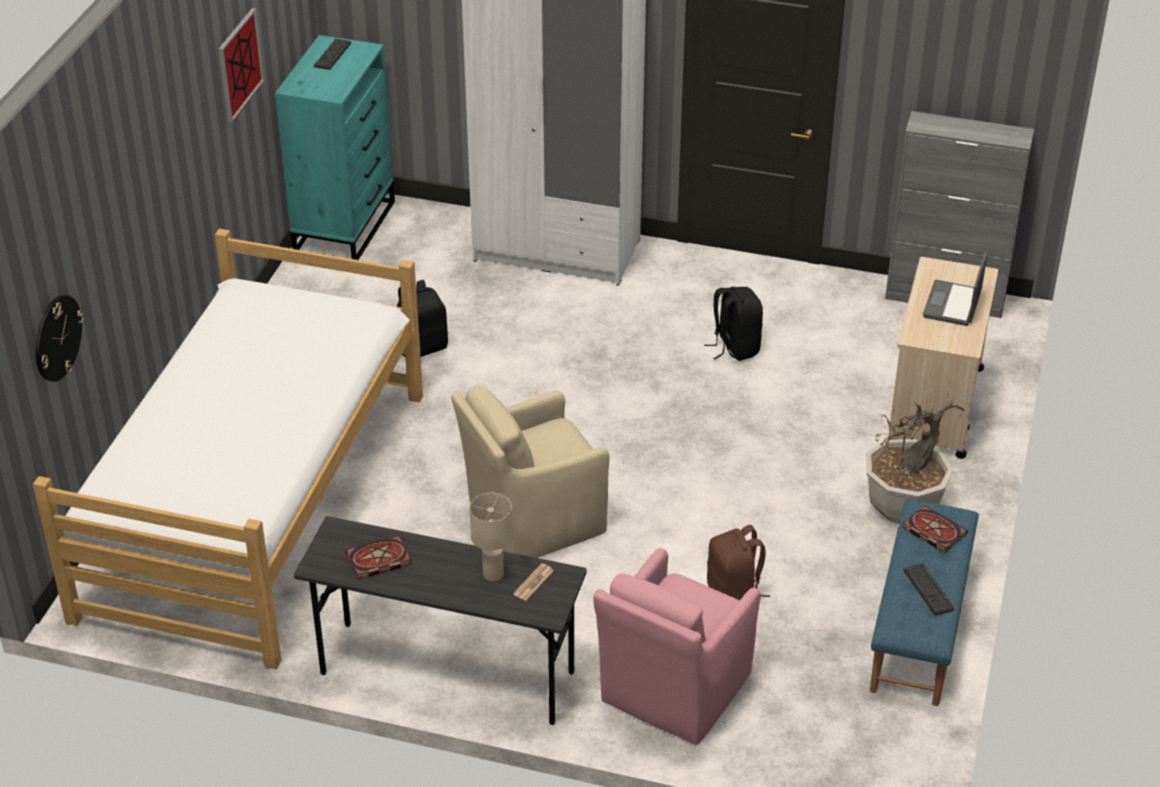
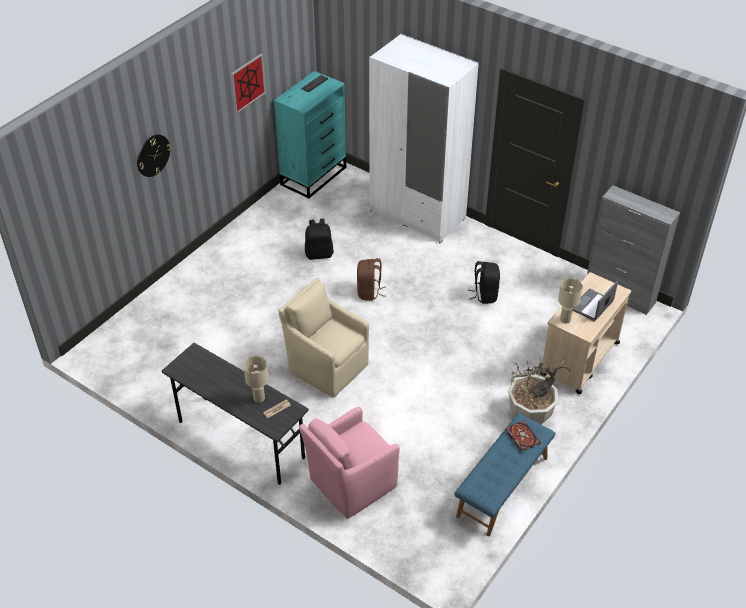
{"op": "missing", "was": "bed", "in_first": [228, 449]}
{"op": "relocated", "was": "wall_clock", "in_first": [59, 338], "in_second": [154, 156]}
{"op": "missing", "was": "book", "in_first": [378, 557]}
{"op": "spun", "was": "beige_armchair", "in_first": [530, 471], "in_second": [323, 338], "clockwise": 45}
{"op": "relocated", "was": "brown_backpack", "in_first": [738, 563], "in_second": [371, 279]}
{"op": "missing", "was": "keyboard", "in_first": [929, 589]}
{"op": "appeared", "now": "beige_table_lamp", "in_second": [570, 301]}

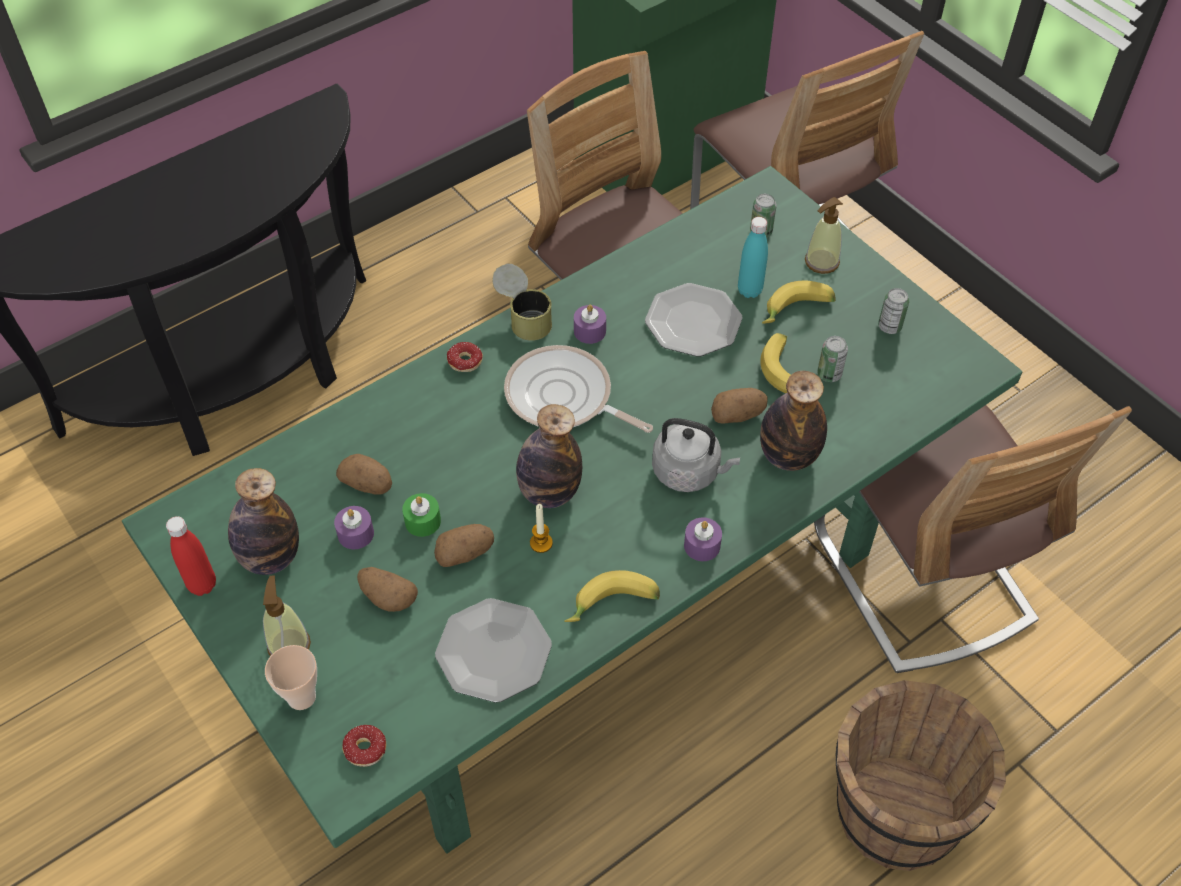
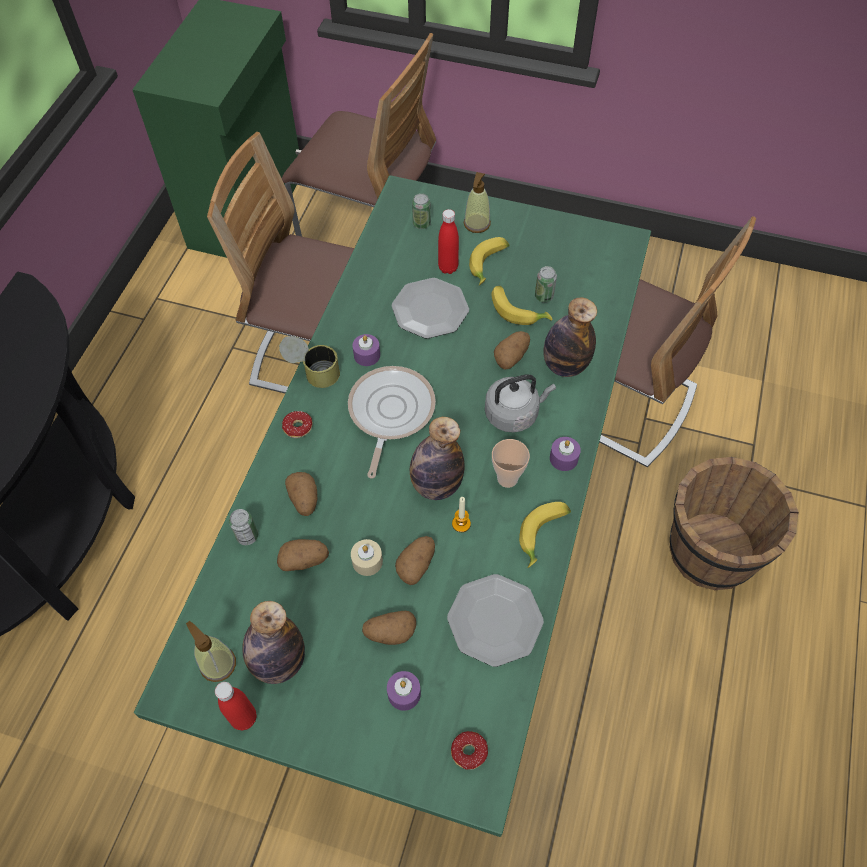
{"op": "relocated", "was": "soap_dispenser", "in_first": [287, 615], "in_second": [211, 651]}
{"op": "relocated", "was": "cup", "in_first": [291, 677], "in_second": [511, 463]}
{"op": "relocated", "was": "purple_candle", "in_first": [354, 527], "in_second": [404, 691]}
{"op": "colour", "was": "green_candle", "now": "beige_candle", "in_first": [421, 515], "in_second": [367, 557]}
{"op": "spun", "was": "frying_pan", "in_first": [578, 389], "in_second": [392, 422], "clockwise": 105}
{"op": "colour", "was": "turquoise_bottle", "now": "red_bottle", "in_first": [753, 257], "in_second": [448, 241]}
{"op": "relocated", "was": "can", "in_first": [893, 311], "in_second": [243, 527]}
{"op": "appeared", "now": "potato", "in_second": [301, 494]}

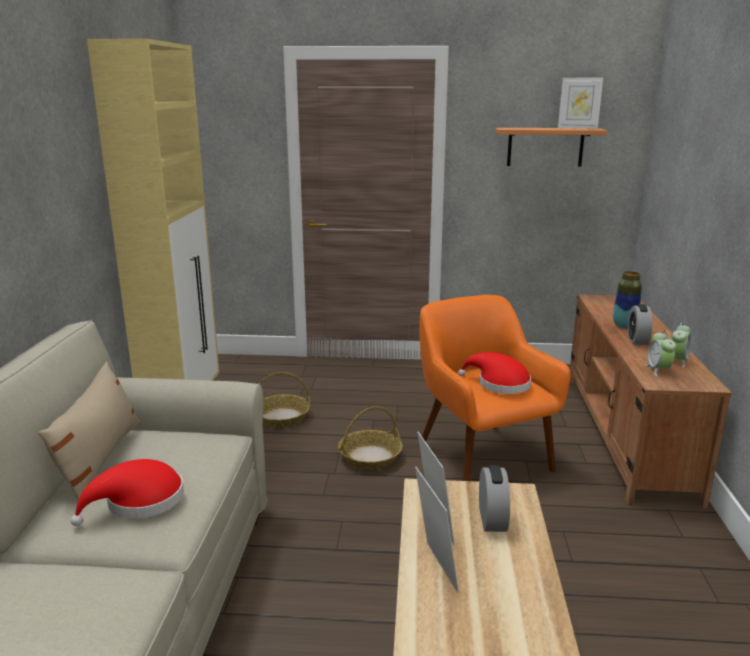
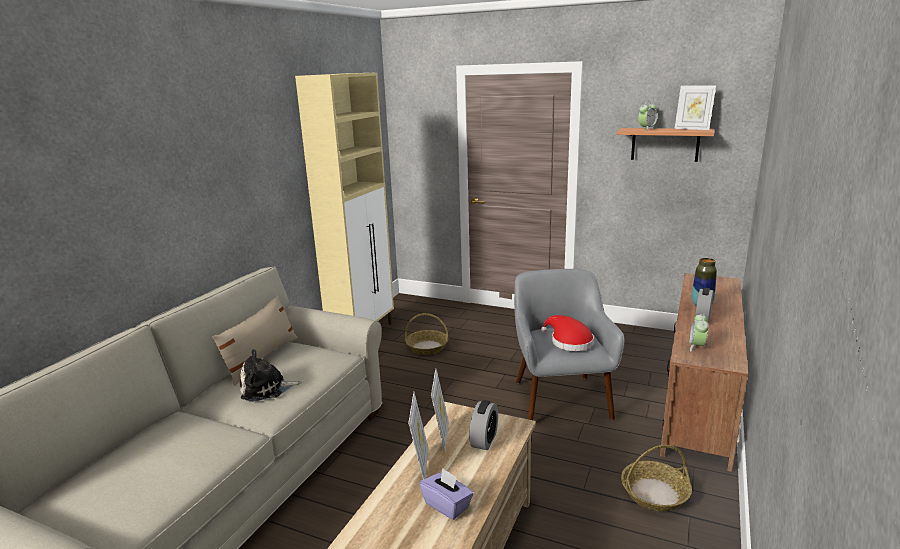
{"op": "exchanged", "was": "red_hat", "now": "plush_toy", "in_first": [127, 492], "in_second": [270, 375]}
{"op": "relocated", "was": "basket", "in_first": [370, 438], "in_second": [656, 478]}
{"op": "colour", "was": "orange_armchair", "now": "grey_armchair", "in_first": [495, 388], "in_second": [569, 344]}
{"op": "relocated", "was": "alarm_clock", "in_first": [681, 345], "in_second": [647, 115]}
{"op": "appeared", "now": "purple_tissue_box", "in_second": [446, 494]}

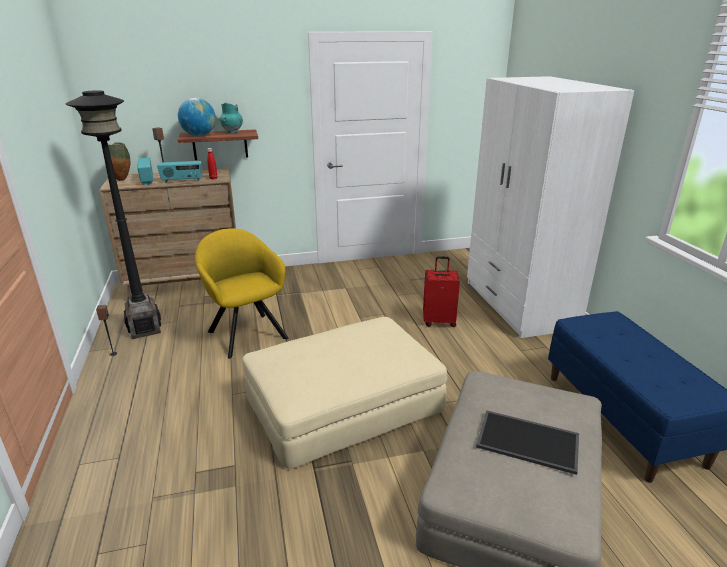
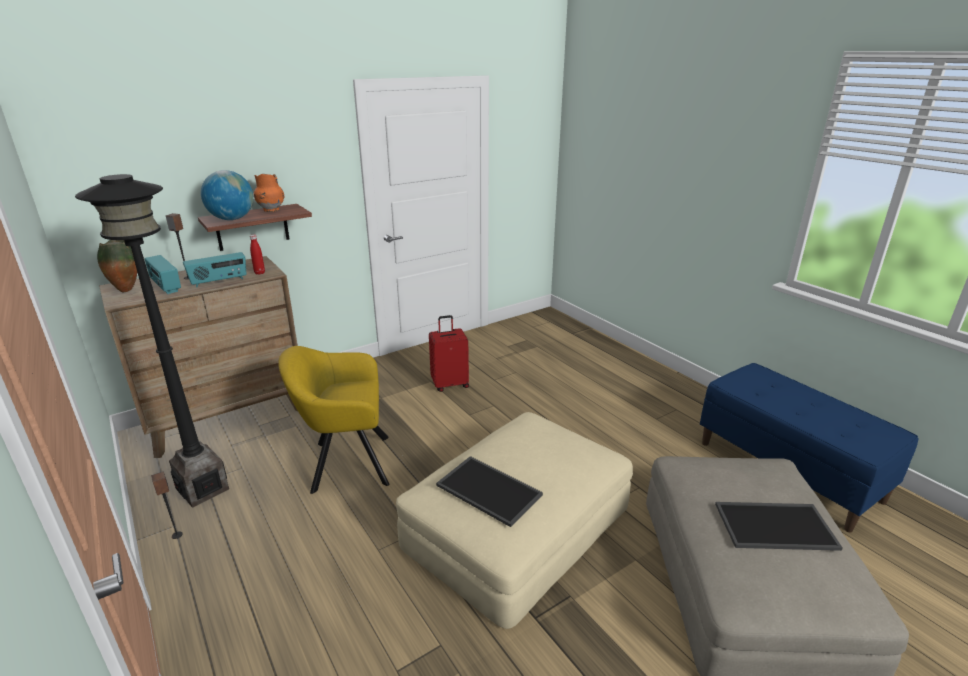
{"op": "spun", "was": "yellow_armchair", "in_first": [242, 294], "in_second": [333, 420], "clockwise": -45}
{"op": "colour", "was": "turquoise_vase", "now": "orange_vase", "in_first": [231, 118], "in_second": [269, 193]}
{"op": "relocated", "was": "red_suitcase", "in_first": [441, 291], "in_second": [449, 353]}
{"op": "missing", "was": "white_wardrobe", "in_first": [550, 207]}
{"op": "appeared", "now": "tray", "in_second": [489, 491]}

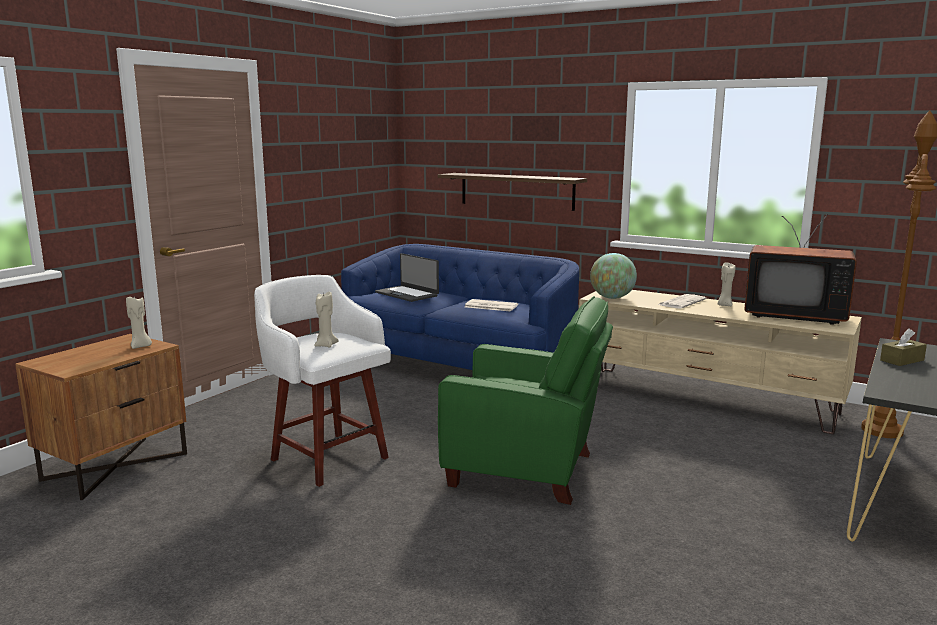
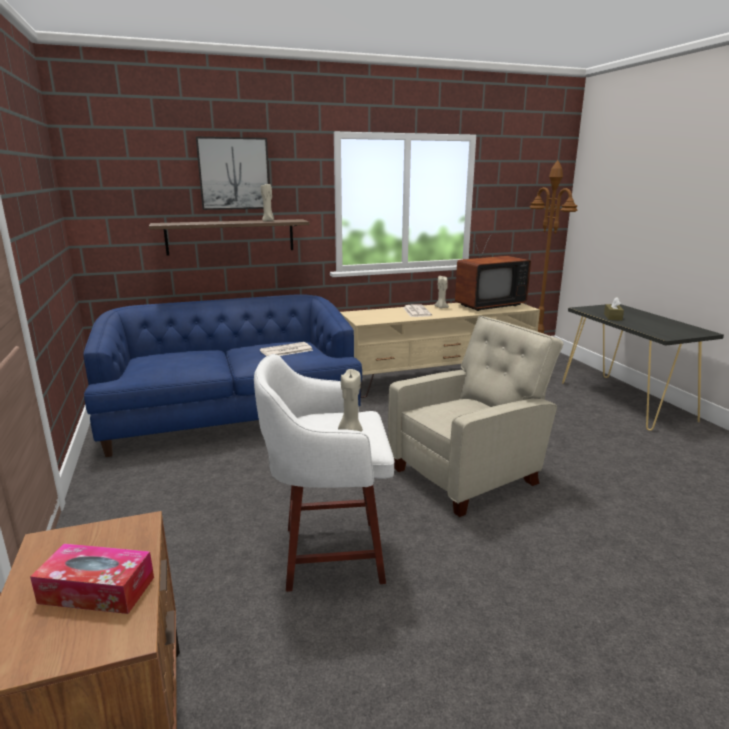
{"op": "relocated", "was": "beige_candle", "in_first": [139, 322], "in_second": [267, 202]}
{"op": "missing", "was": "laptop", "in_first": [407, 277]}
{"op": "colour", "was": "green_armchair", "now": "beige_armchair", "in_first": [525, 400], "in_second": [475, 416]}
{"op": "missing", "was": "globe", "in_first": [613, 276]}
{"op": "appeared", "now": "tissue_box", "in_second": [92, 578]}
{"op": "appeared", "now": "picture", "in_second": [232, 173]}

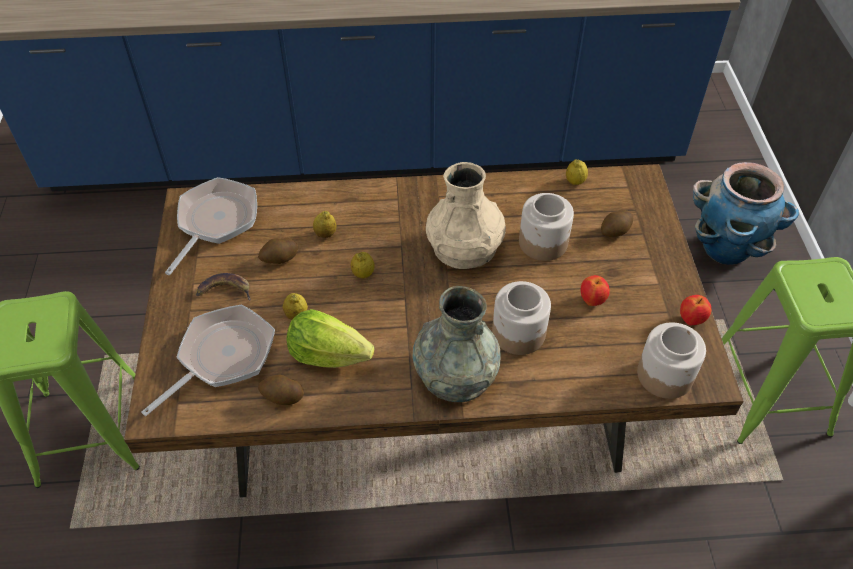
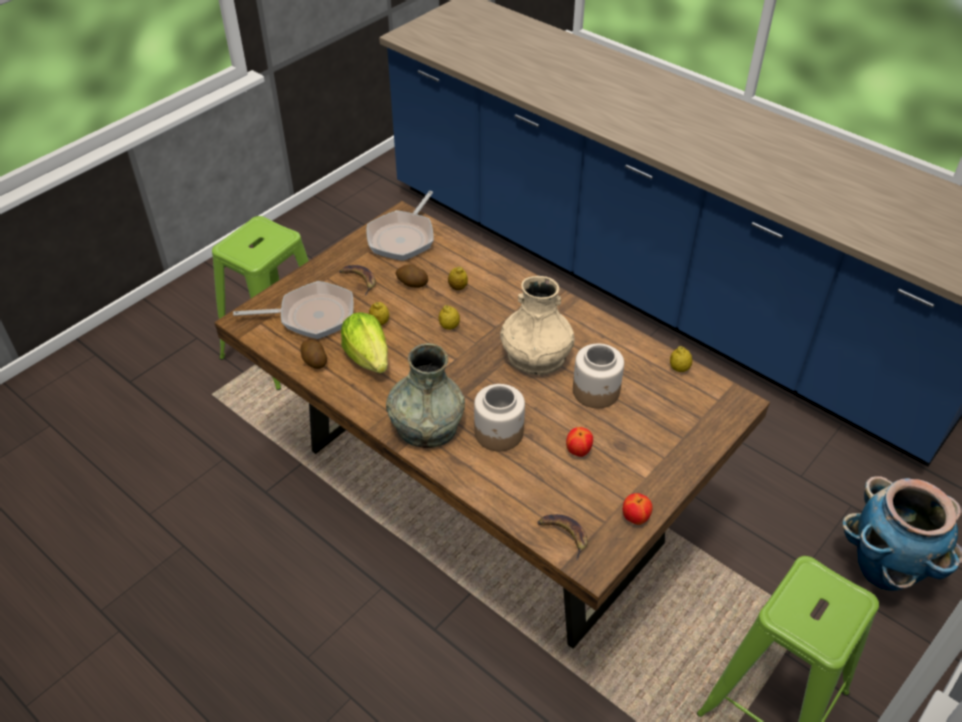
{"op": "spun", "was": "frying_pan", "in_first": [211, 226], "in_second": [400, 226], "clockwise": 135}
{"op": "missing", "was": "potato", "in_first": [617, 223]}
{"op": "exchanged", "was": "jar", "now": "banana", "in_first": [671, 360], "in_second": [562, 537]}

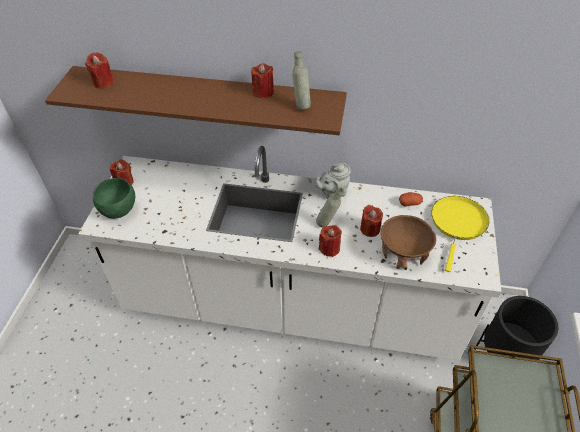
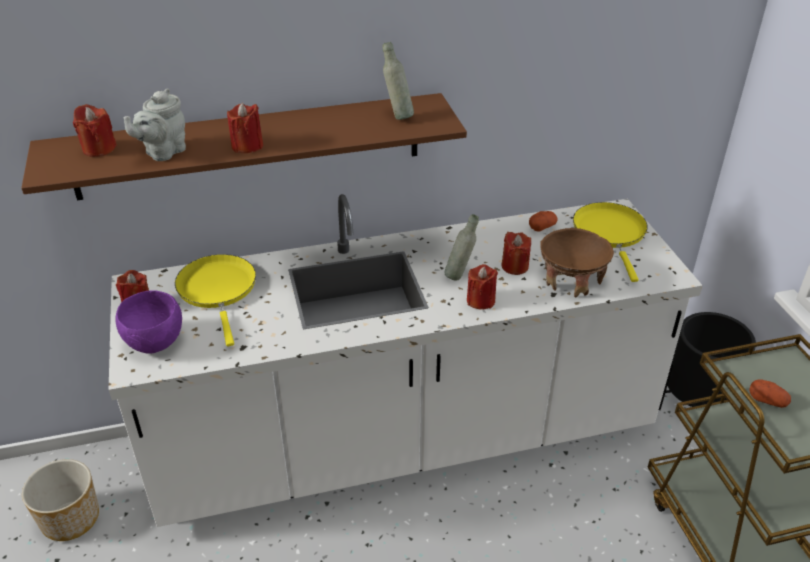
{"op": "colour", "was": "green_bowl", "now": "purple_bowl", "in_first": [114, 198], "in_second": [148, 322]}
{"op": "relocated", "was": "red_candle", "in_first": [262, 80], "in_second": [245, 128]}
{"op": "relocated", "was": "grey_teapot", "in_first": [333, 181], "in_second": [155, 124]}
{"op": "appeared", "now": "planter", "in_second": [60, 500]}
{"op": "appeared", "now": "yellow_frying_pan", "in_second": [215, 300]}
{"op": "appeared", "now": "potato", "in_second": [770, 393]}

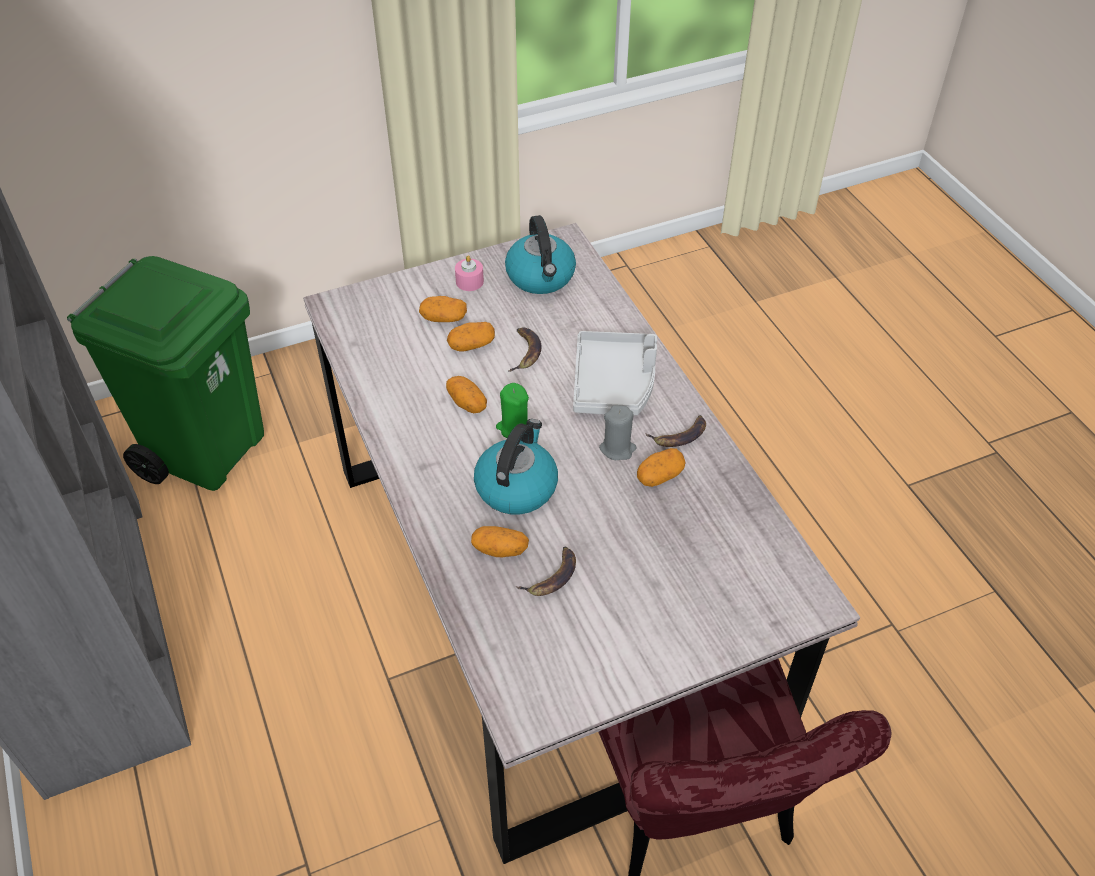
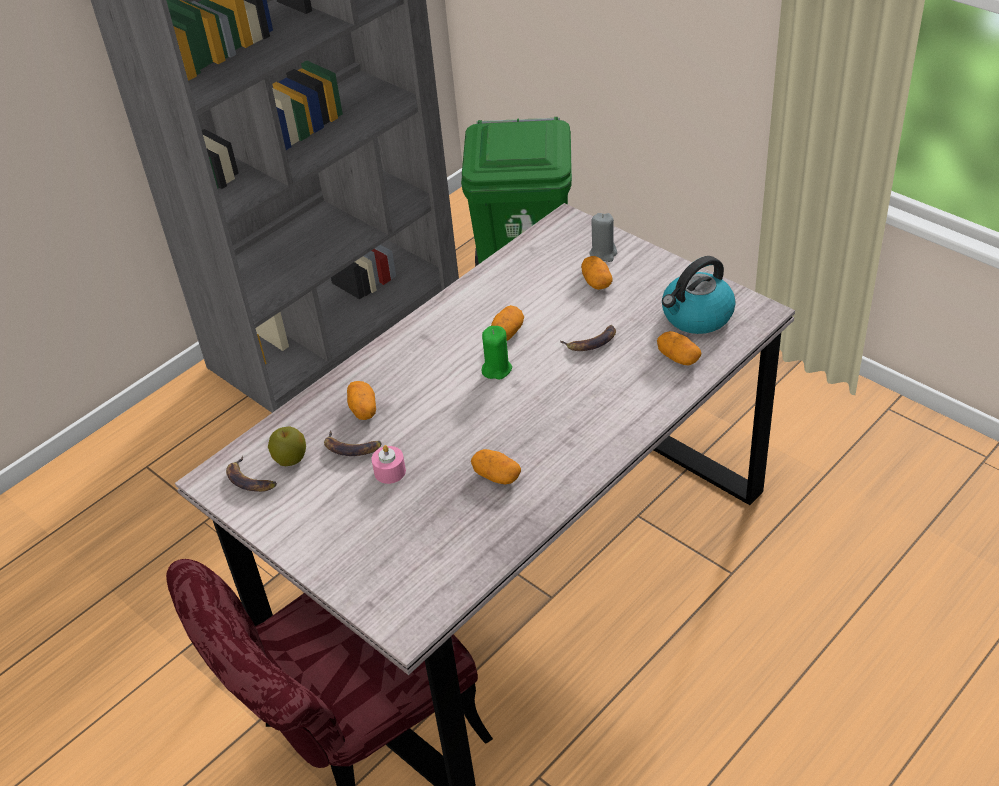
{"op": "relocated", "was": "potato", "in_first": [471, 336], "in_second": [679, 348]}
{"op": "relocated", "was": "pink_candle", "in_first": [469, 273], "in_second": [388, 464]}
{"op": "missing", "was": "kettle", "in_first": [516, 466]}
{"op": "missing", "was": "grey_tray", "in_first": [615, 373]}
{"op": "relocated", "was": "grey_candle", "in_first": [618, 432], "in_second": [603, 237]}
{"op": "relocated", "was": "banana", "in_first": [675, 431], "in_second": [251, 474]}
{"op": "appeared", "now": "apple", "in_second": [287, 446]}

